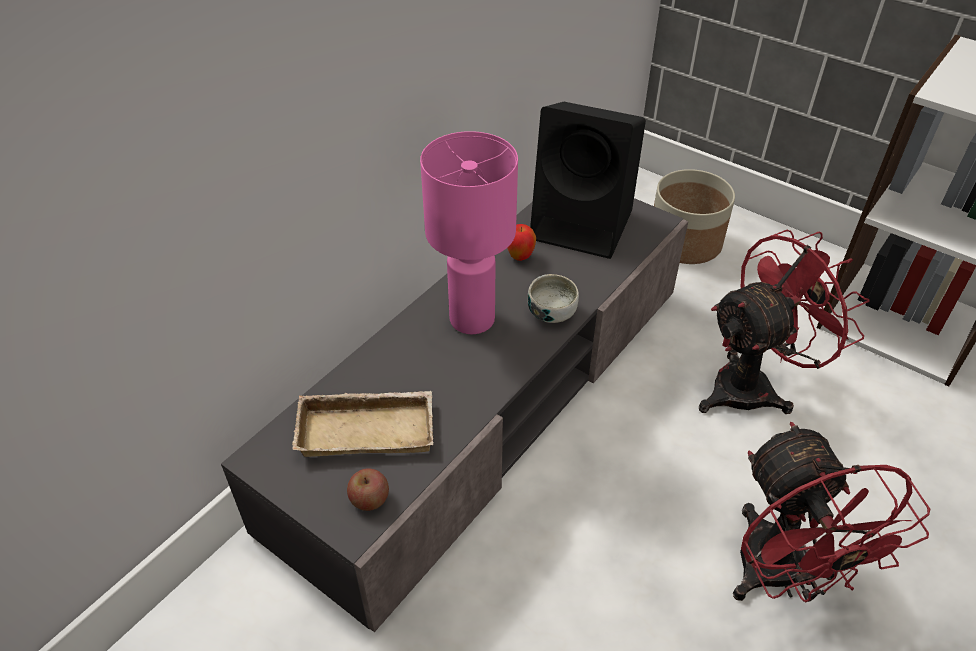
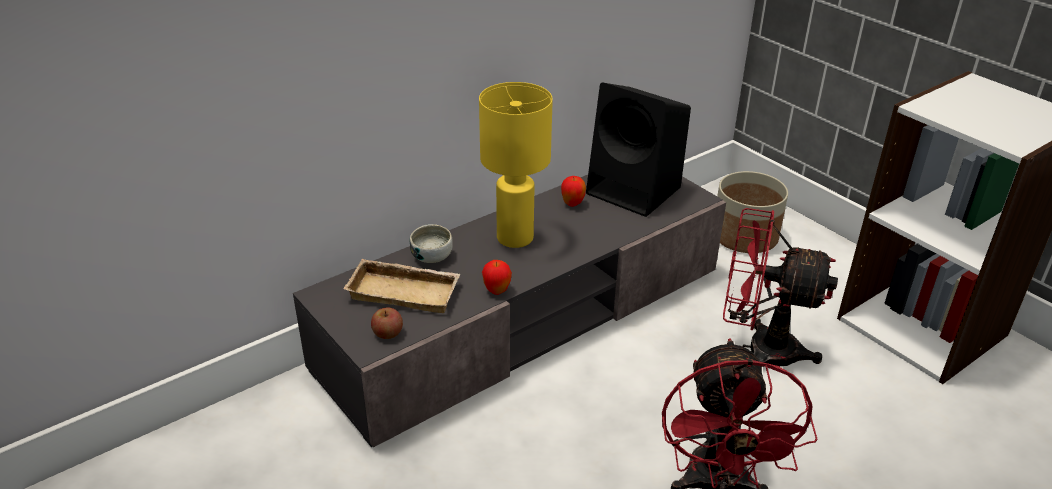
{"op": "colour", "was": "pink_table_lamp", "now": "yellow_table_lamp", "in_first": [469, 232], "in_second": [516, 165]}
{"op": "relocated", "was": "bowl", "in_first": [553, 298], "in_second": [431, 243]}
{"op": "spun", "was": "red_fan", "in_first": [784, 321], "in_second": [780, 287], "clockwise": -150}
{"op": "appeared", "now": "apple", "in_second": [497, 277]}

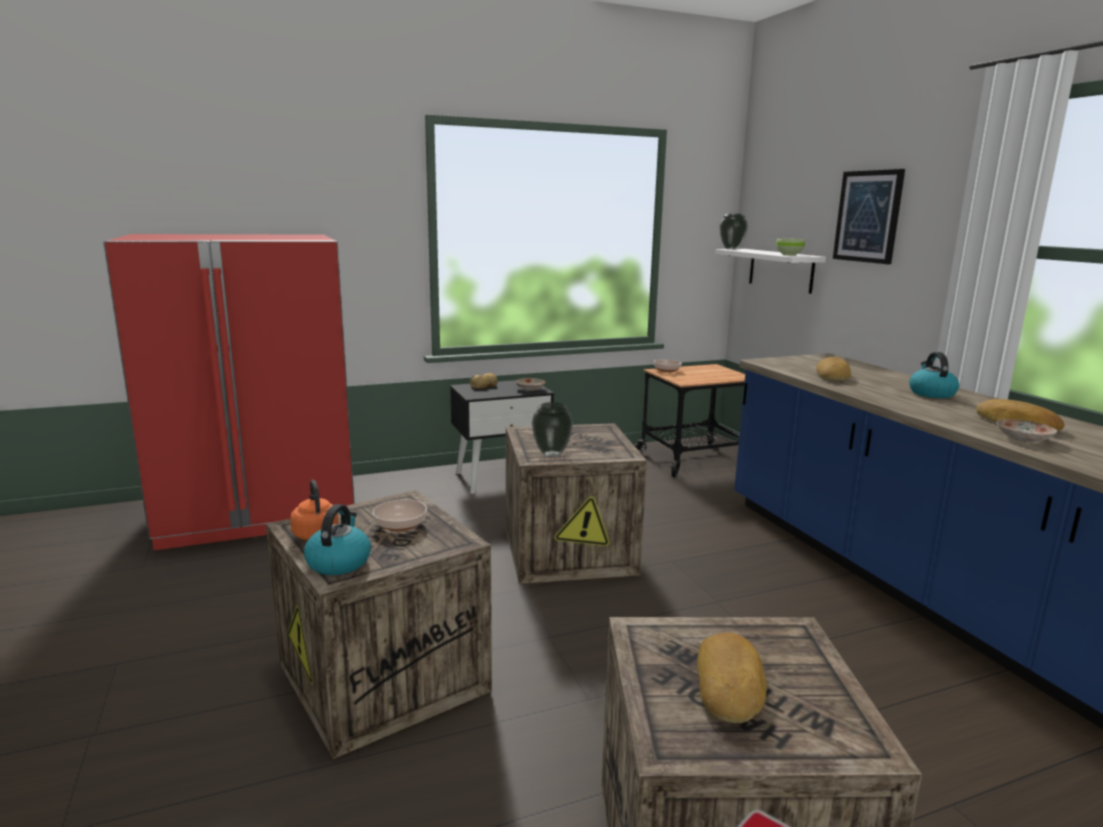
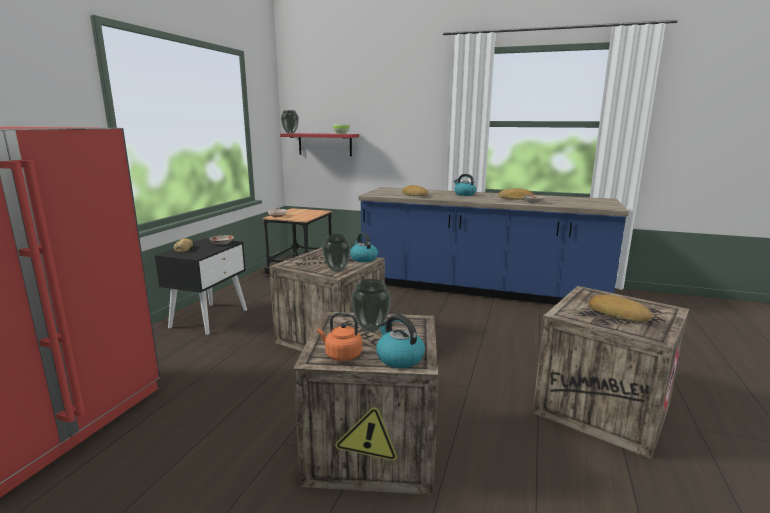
{"op": "exchanged", "was": "bowl", "now": "vase", "in_first": [399, 515], "in_second": [371, 305]}
{"op": "colour", "was": "white_shelf", "now": "red_shelf", "in_first": [770, 271], "in_second": [319, 144]}
{"op": "missing", "was": "picture", "in_first": [869, 216]}
{"op": "appeared", "now": "kettle", "in_second": [364, 247]}

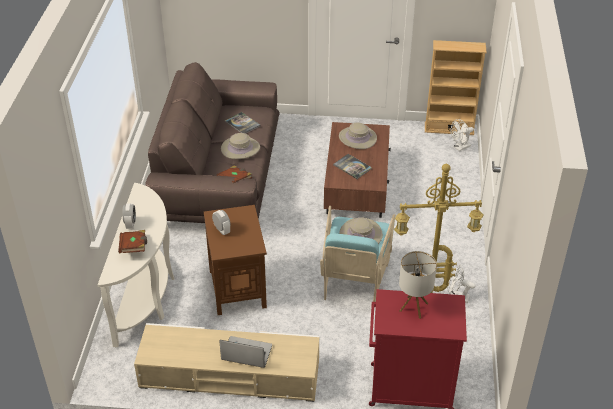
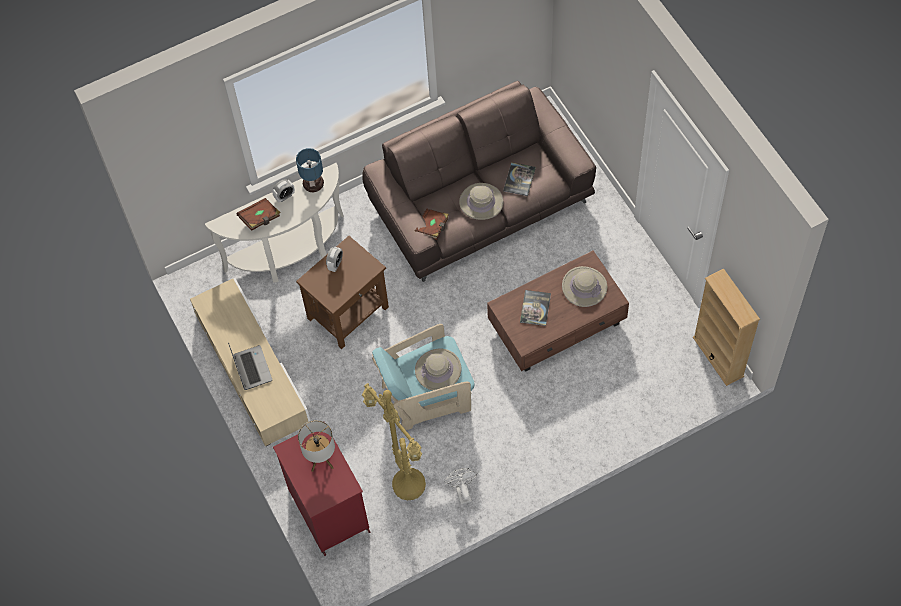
{"op": "missing", "was": "white_fan", "in_first": [462, 135]}
{"op": "appeared", "now": "table_lamp", "in_second": [310, 170]}

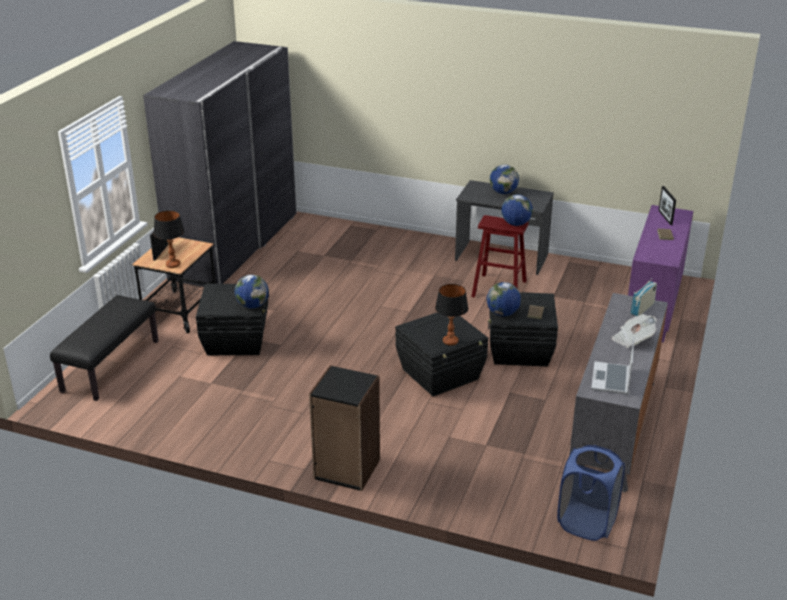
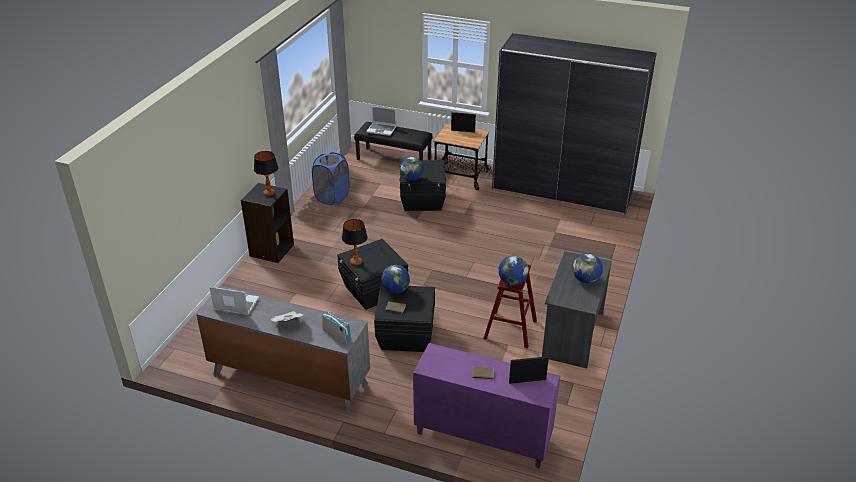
{"op": "relocated", "was": "table_lamp", "in_first": [169, 239], "in_second": [266, 173]}
{"op": "relocated", "was": "blue_laundry_basket", "in_first": [591, 493], "in_second": [331, 178]}
{"op": "appeared", "now": "laptop", "in_second": [381, 121]}

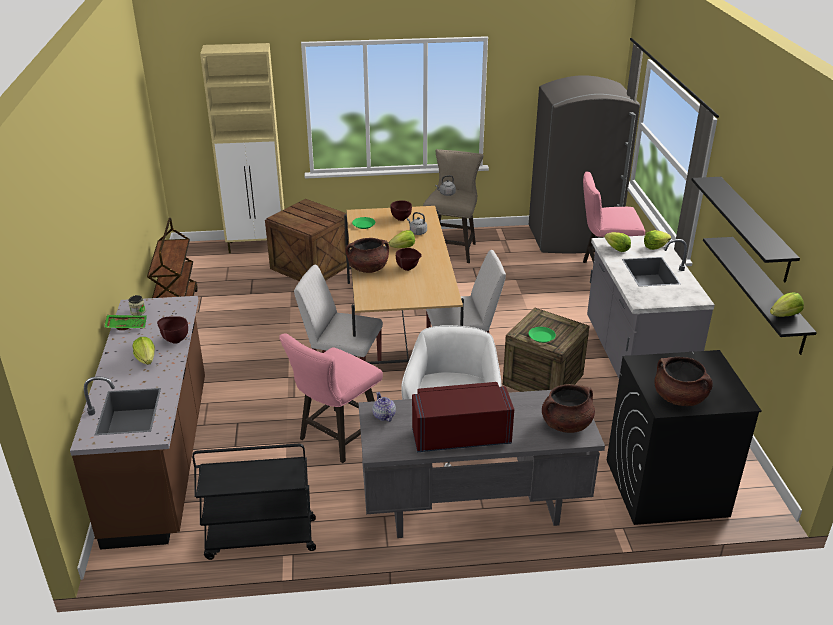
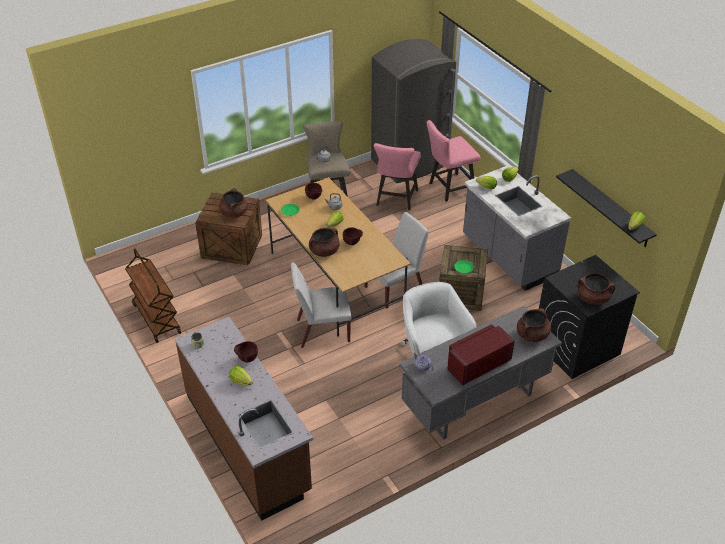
{"op": "missing", "was": "green_tray", "in_first": [125, 322]}
{"op": "missing", "was": "black_cart", "in_first": [254, 502]}
{"op": "missing", "was": "beige_cabinet", "in_first": [242, 148]}
{"op": "relocated", "was": "pink_stool", "in_first": [331, 398], "in_second": [397, 176]}
{"op": "missing", "was": "black_shelf", "in_first": [745, 230]}
{"op": "appeared", "now": "brown_cooking_pot", "in_second": [233, 203]}

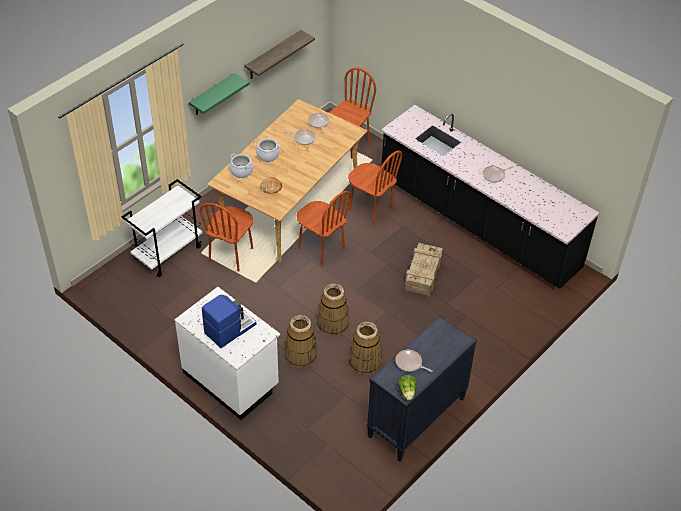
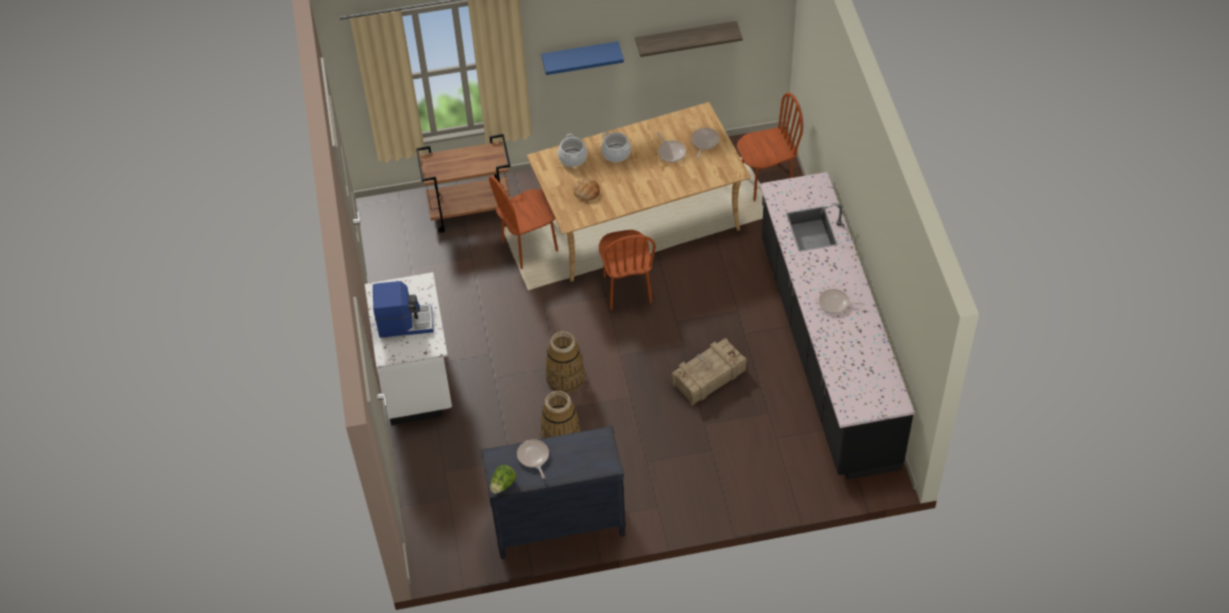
{"op": "colour", "was": "white_cart", "now": "brown_cart", "in_first": [162, 228], "in_second": [463, 183]}
{"op": "colour", "was": "green_shelf", "now": "blue_shelf", "in_first": [219, 94], "in_second": [582, 58]}
{"op": "missing", "was": "basket", "in_first": [300, 341]}
{"op": "missing", "was": "brown_chair", "in_first": [375, 188]}

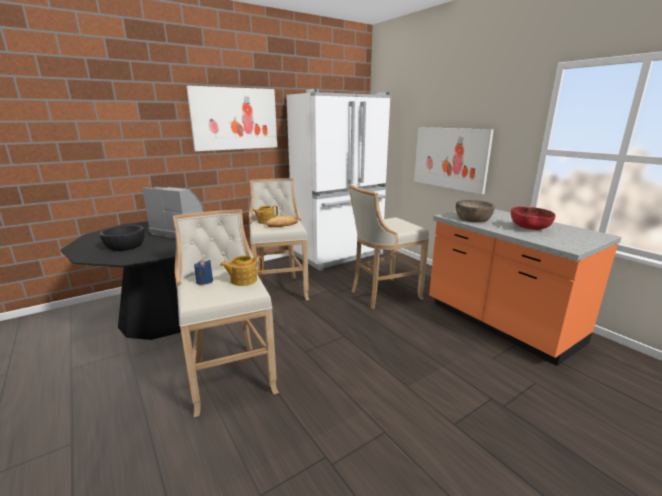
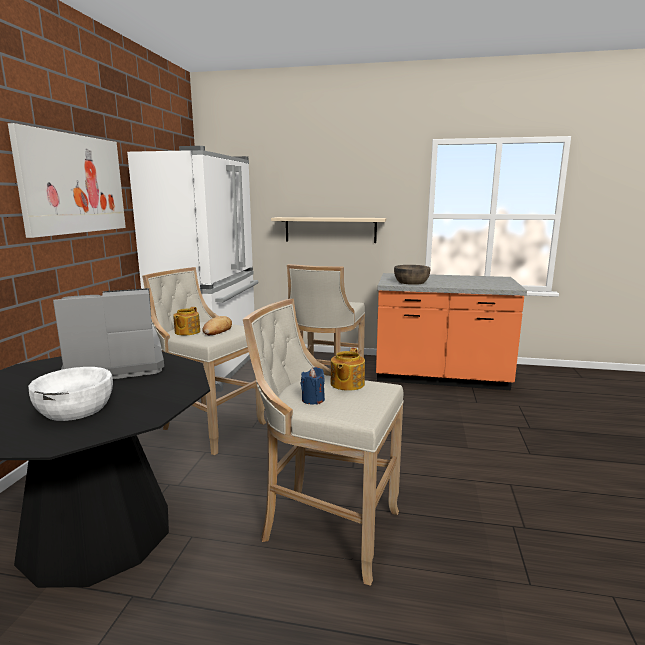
{"op": "colour", "was": "black_bowl", "now": "white_bowl", "in_first": [122, 238], "in_second": [70, 394]}
{"op": "exchanged", "was": "picture", "now": "beige_shelf", "in_first": [454, 160], "in_second": [328, 230]}
{"op": "missing", "was": "red_bowl", "in_first": [533, 218]}

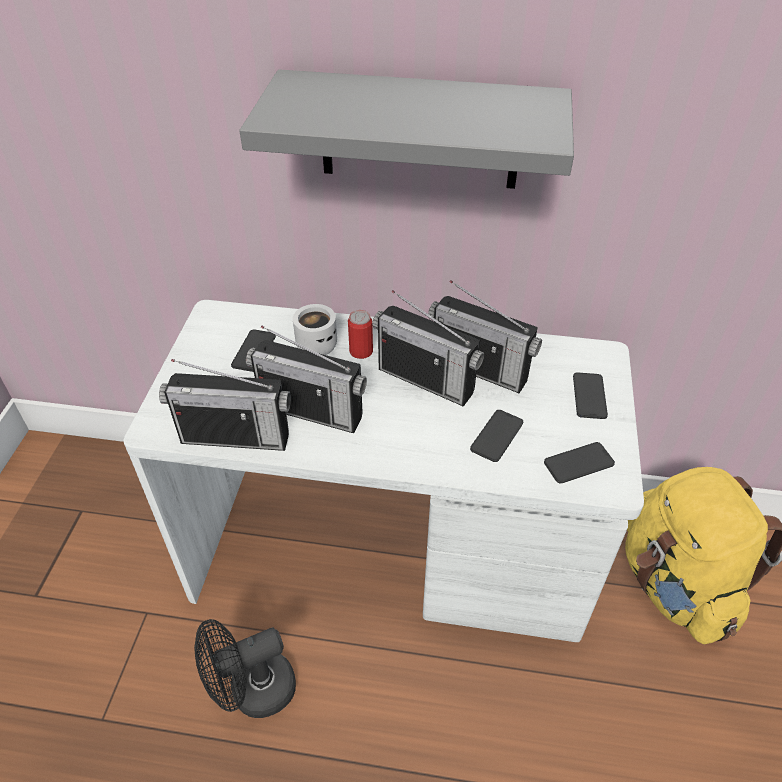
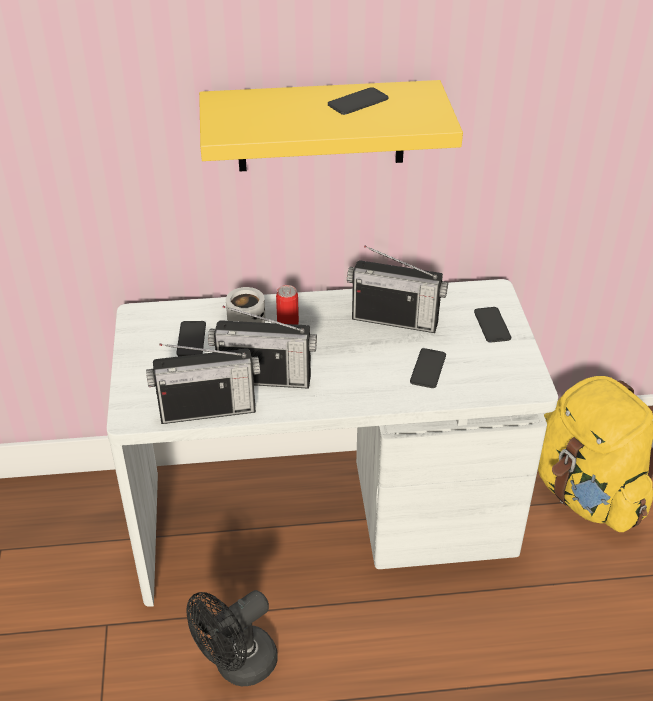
{"op": "colour", "was": "grey_shelf", "now": "yellow_shelf", "in_first": [406, 129], "in_second": [331, 126]}
{"op": "missing", "was": "radio", "in_first": [428, 348]}
{"op": "relocated", "was": "phone", "in_first": [579, 462], "in_second": [358, 101]}

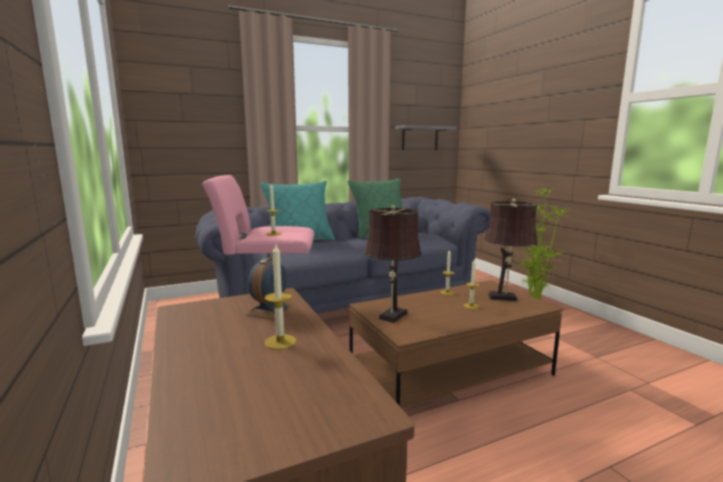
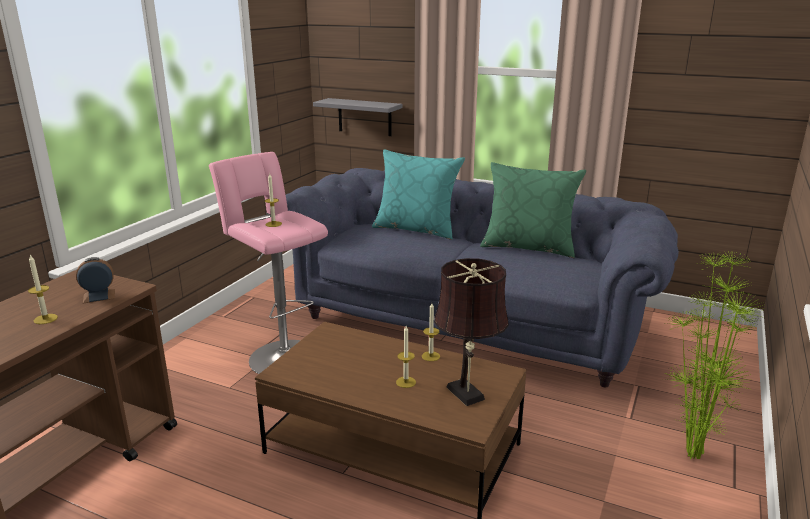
{"op": "missing", "was": "brown_table_lamp", "in_first": [393, 264]}
{"op": "relocated", "was": "grey_shelf", "in_first": [425, 137], "in_second": [357, 117]}

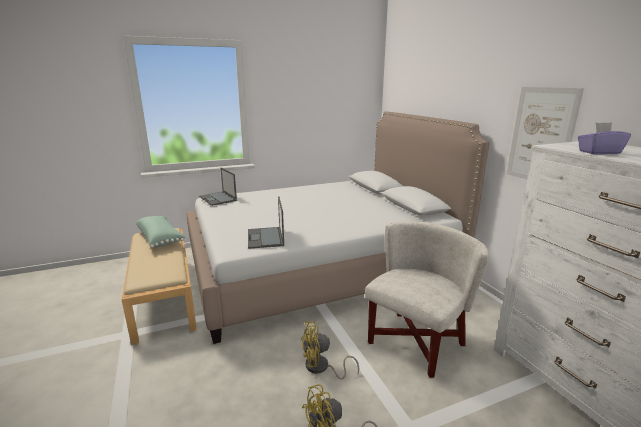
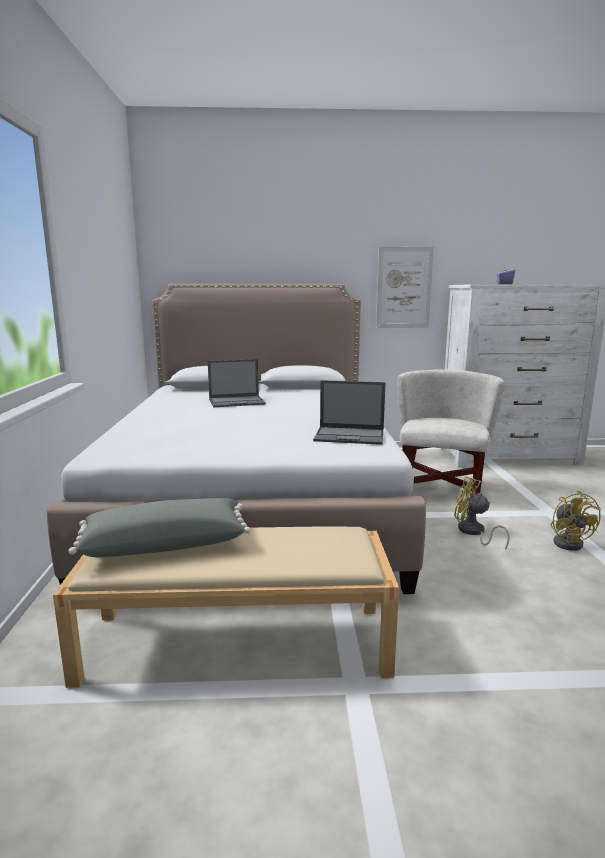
{"op": "colour", "was": "green_pillow", "now": "grey_pillow", "in_first": [161, 232], "in_second": [160, 527]}
{"op": "relocated", "was": "laptop", "in_first": [218, 187], "in_second": [237, 383]}
{"op": "spun", "was": "yellow_fan", "in_first": [330, 350], "in_second": [482, 513], "clockwise": 120}
{"op": "spun", "was": "white_armchair", "in_first": [427, 299], "in_second": [451, 431], "clockwise": 45}

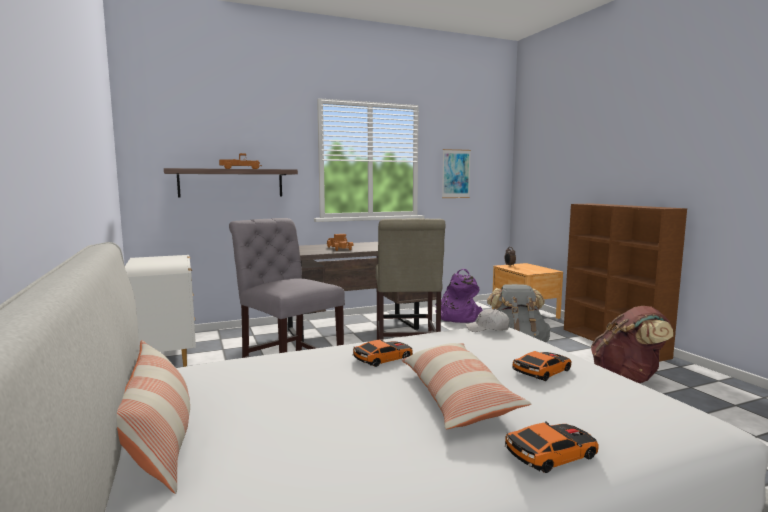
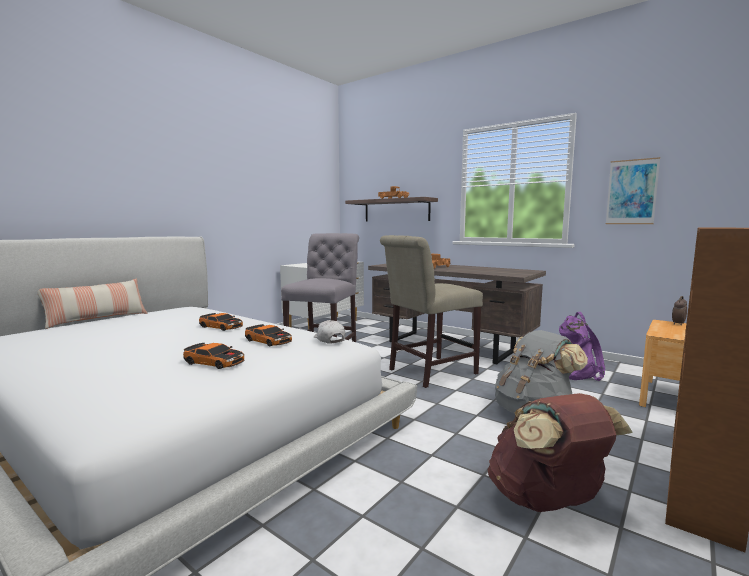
{"op": "missing", "was": "pillow", "in_first": [466, 386]}
{"op": "relocated", "was": "toy_car", "in_first": [552, 447], "in_second": [268, 335]}

